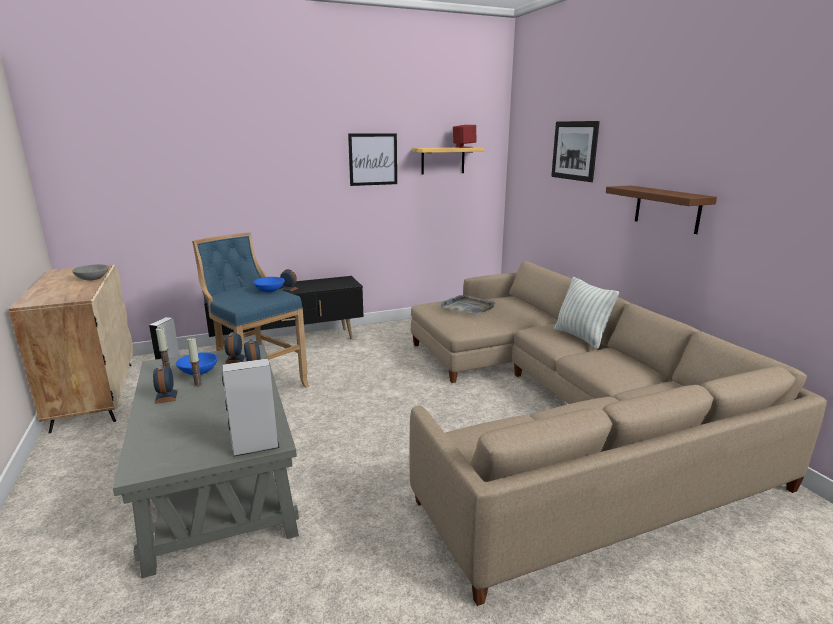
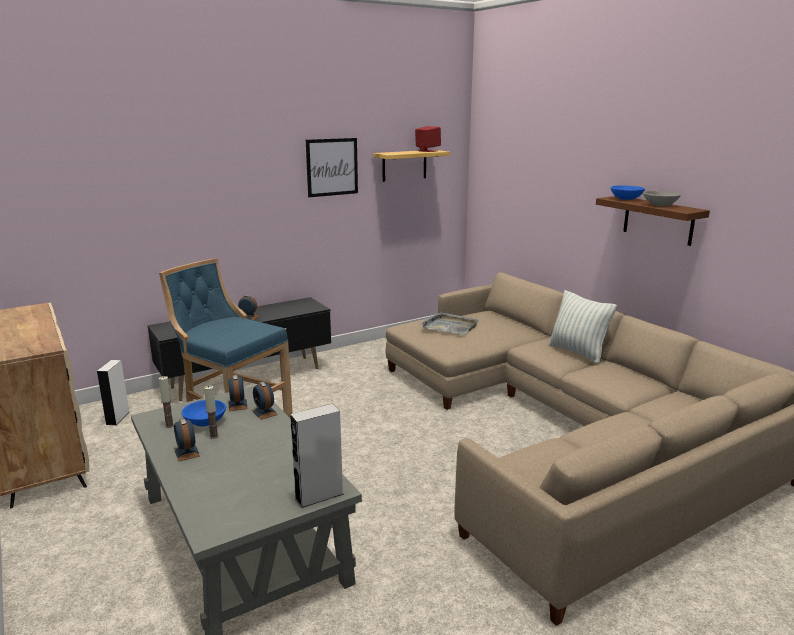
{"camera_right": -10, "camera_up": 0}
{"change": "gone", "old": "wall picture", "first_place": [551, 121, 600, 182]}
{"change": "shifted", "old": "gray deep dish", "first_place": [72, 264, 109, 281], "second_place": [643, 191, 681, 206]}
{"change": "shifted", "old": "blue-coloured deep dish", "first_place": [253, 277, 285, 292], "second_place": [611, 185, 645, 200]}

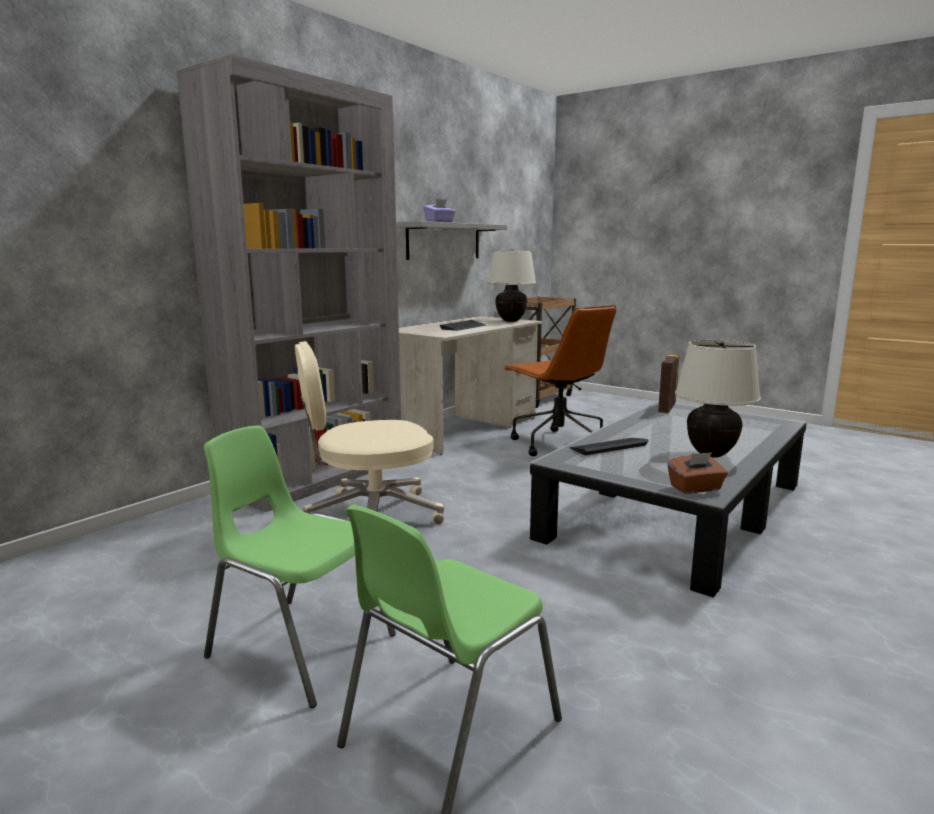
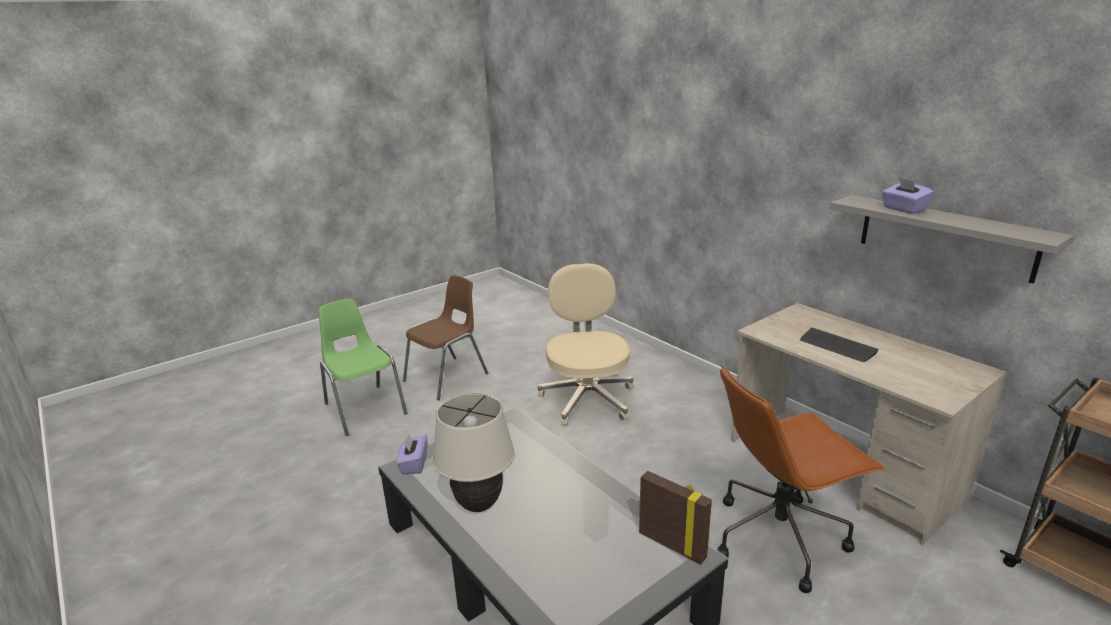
{"camera_right": 105, "camera_up": 10}
{"change": "gone", "old": "gray shelving unit", "first_place": [177, 54, 401, 512]}
{"change": "gone", "old": "beige-coloured lamp for a table", "first_place": [487, 249, 536, 322]}
{"change": "repainted", "old": "green-coloured upright chair", "new": "brown-coloured upright chair", "first_place": [204, 426, 396, 708], "second_place": [403, 275, 488, 400]}
{"change": "gone", "old": "computer keyboard", "first_place": [569, 438, 649, 455]}
{"change": "repainted", "old": "brown-coloured box of tissues", "new": "purple box of tissues", "first_place": [667, 452, 728, 494], "second_place": [396, 434, 427, 474]}

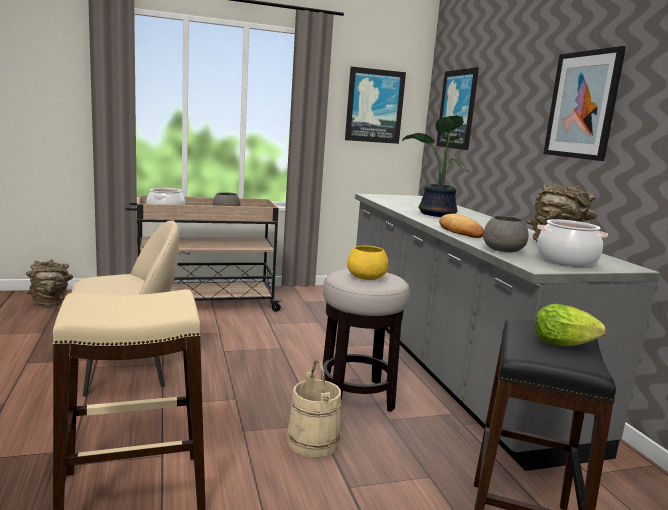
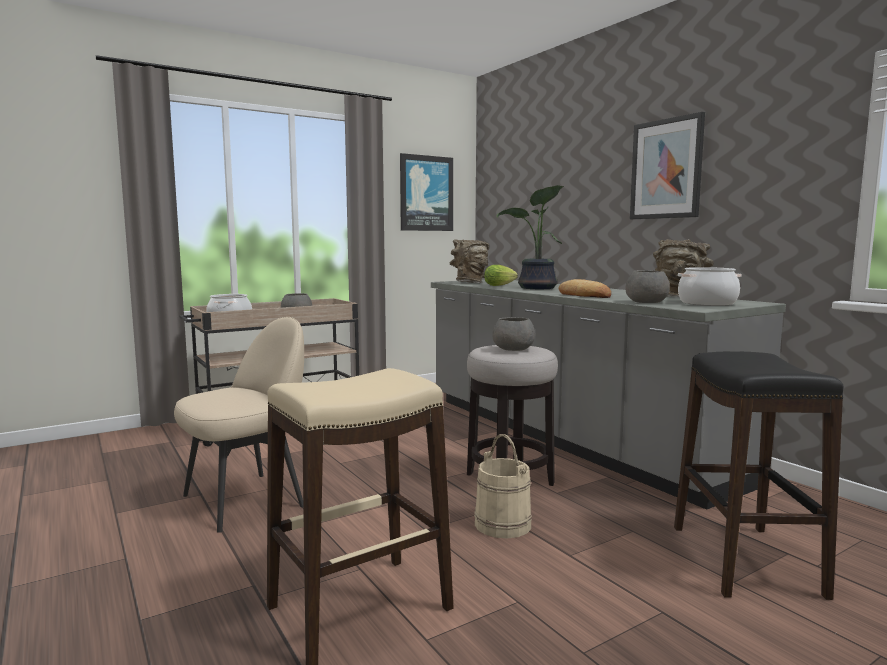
{"camera_right": -15, "camera_up": -5}
{"change": "gone", "old": "wall picture", "first_place": [436, 67, 479, 150]}
{"change": "repainted", "old": "yellow-coloured deep dish", "new": "gray deep dish", "first_place": [347, 246, 388, 280], "second_place": [492, 317, 535, 351]}
{"change": "shifted", "old": "brown-coloured flower vase", "first_place": [25, 259, 73, 306], "second_place": [450, 239, 489, 283]}
{"change": "shifted", "old": "lettuce head", "first_place": [535, 304, 606, 347], "second_place": [484, 265, 518, 286]}

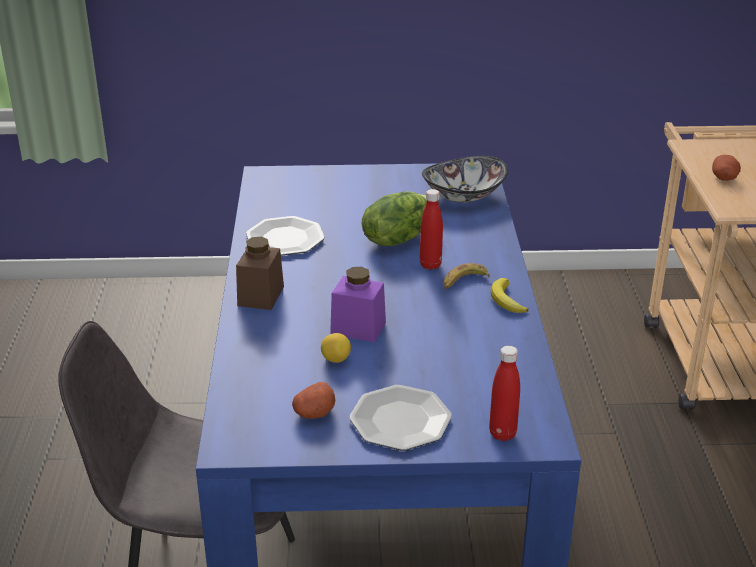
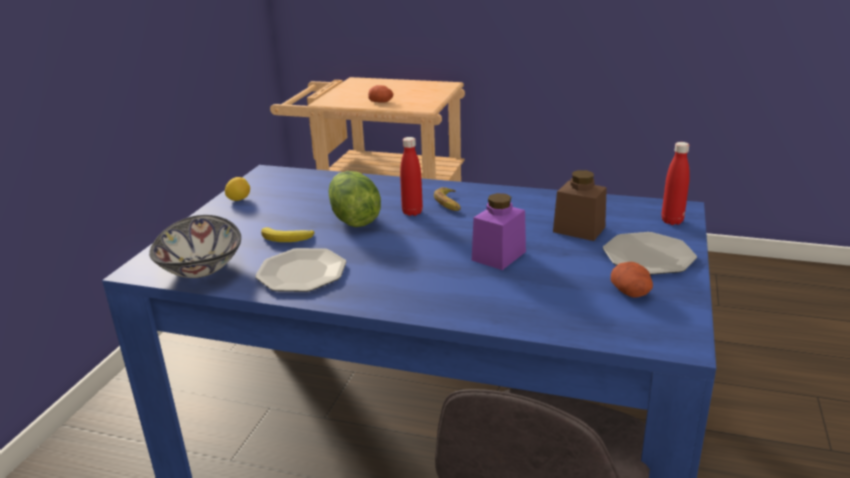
{"camera_right": -70, "camera_up": -5}
{"change": "shifted", "old": "deep dish", "first_place": [422, 156, 508, 203], "second_place": [149, 215, 241, 278]}
{"change": "shifted", "old": "brown-coloured jar", "first_place": [236, 237, 284, 310], "second_place": [553, 170, 607, 241]}
{"change": "shifted", "old": "whole banana", "first_place": [491, 278, 529, 313], "second_place": [261, 227, 314, 242]}
{"change": "shifted", "old": "lemon", "first_place": [321, 333, 351, 363], "second_place": [225, 177, 250, 201]}

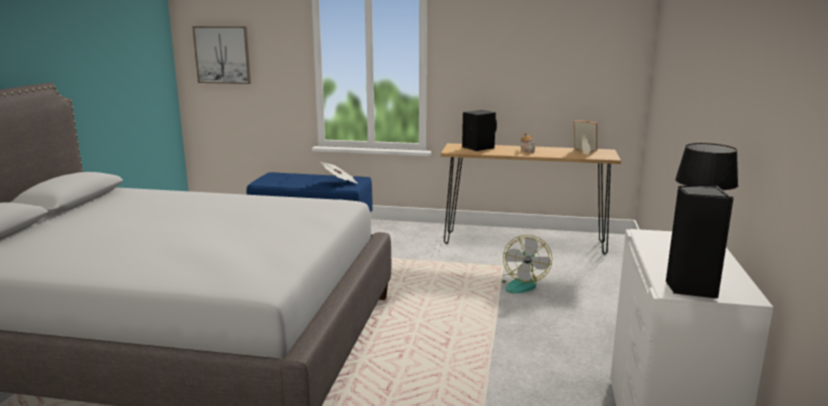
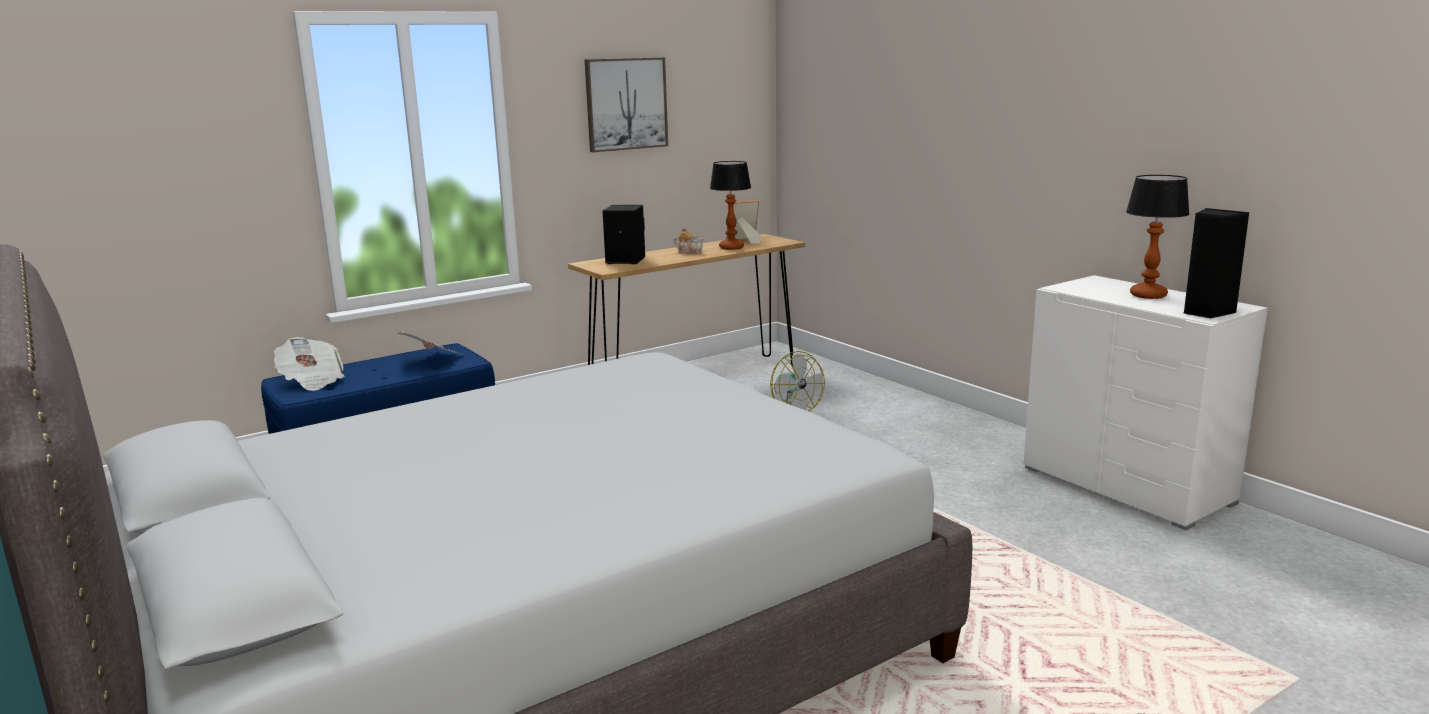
{"camera_right": -45, "camera_up": 0}
{"change": "shifted", "old": "wall picture", "first_place": [192, 26, 251, 84], "second_place": [585, 58, 668, 152]}
{"change": "new", "new": "lamp for a table", "second_place": [710, 161, 751, 250]}
{"change": "new", "new": "printed paper", "second_place": [274, 337, 345, 391]}

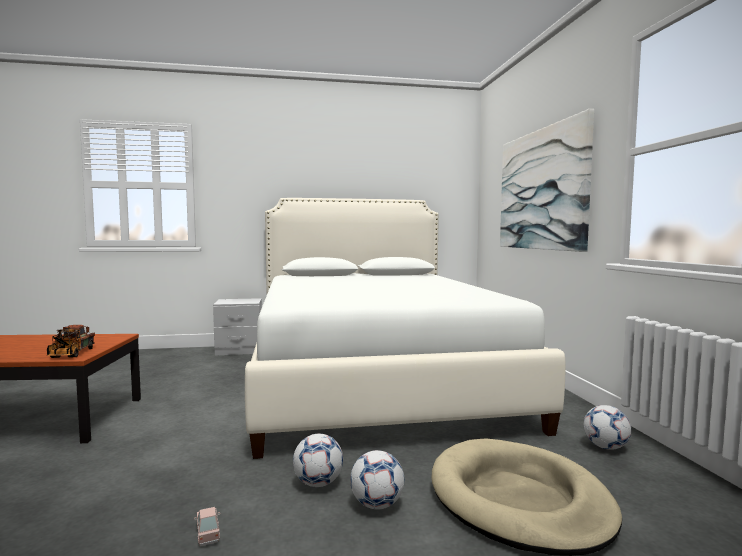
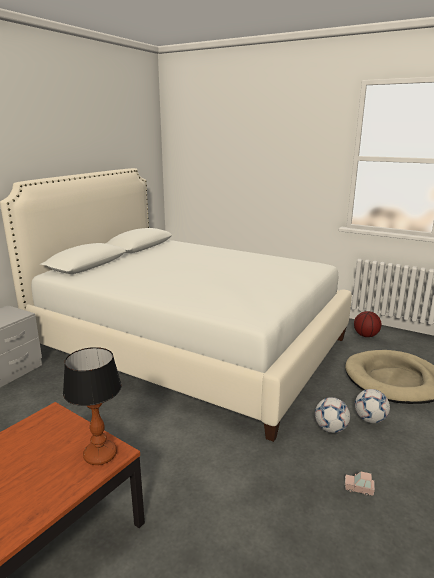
{"camera_right": -50, "camera_up": 15}
{"change": "gone", "old": "wall picture", "first_place": [500, 109, 594, 252]}
{"change": "swapped", "old": "toy lorry", "new": "lamp for a table", "first_place": [47, 325, 95, 358], "second_place": [63, 347, 122, 465]}
{"change": "swapped", "old": "football ball", "new": "basketball ball", "first_place": [584, 405, 631, 450], "second_place": [354, 311, 381, 337]}

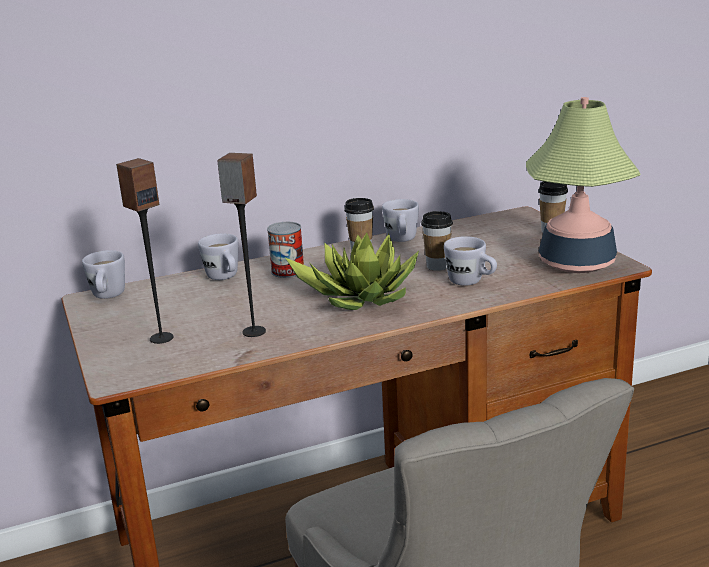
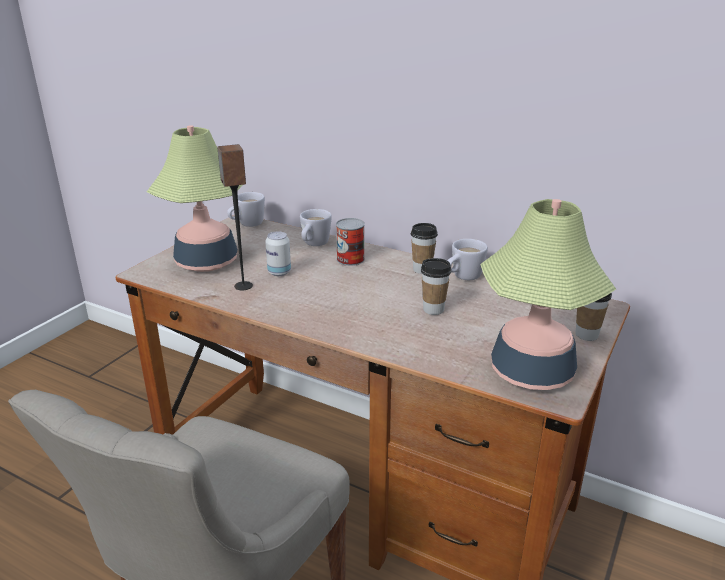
{"camera_right": 50, "camera_up": 5}
{"change": "swapped", "old": "audio speaker", "new": "lamp for a table", "first_place": [116, 158, 173, 344], "second_place": [147, 125, 242, 272]}
{"change": "gone", "old": "potted plant", "first_place": [285, 232, 419, 310]}
{"change": "gone", "old": "whitish mug", "first_place": [444, 236, 497, 286]}
{"change": "new", "new": "can", "second_place": [265, 231, 291, 276]}

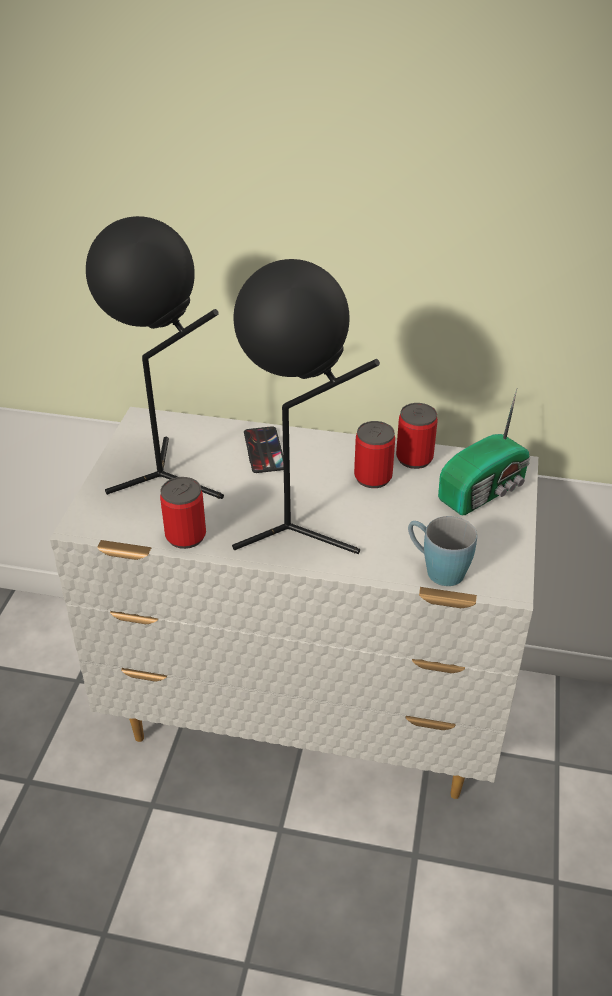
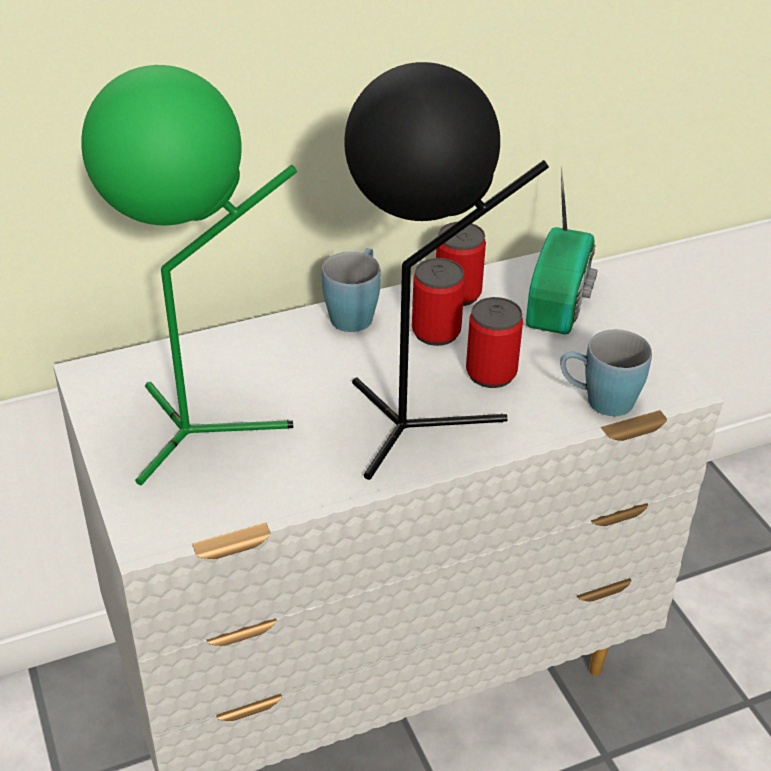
{"camera_right": -35, "camera_up": 0}
{"change": "repainted", "old": "blackish lamp for a table", "new": "green-coloured lamp for a table", "first_place": [86, 216, 224, 499], "second_place": [81, 65, 297, 485]}
{"change": "gone", "old": "telephone", "first_place": [244, 426, 284, 473]}
{"change": "shifted", "old": "can", "first_place": [160, 477, 206, 549], "second_place": [466, 297, 523, 388]}
{"change": "new", "new": "blue-coloured mug", "second_place": [322, 248, 381, 332]}

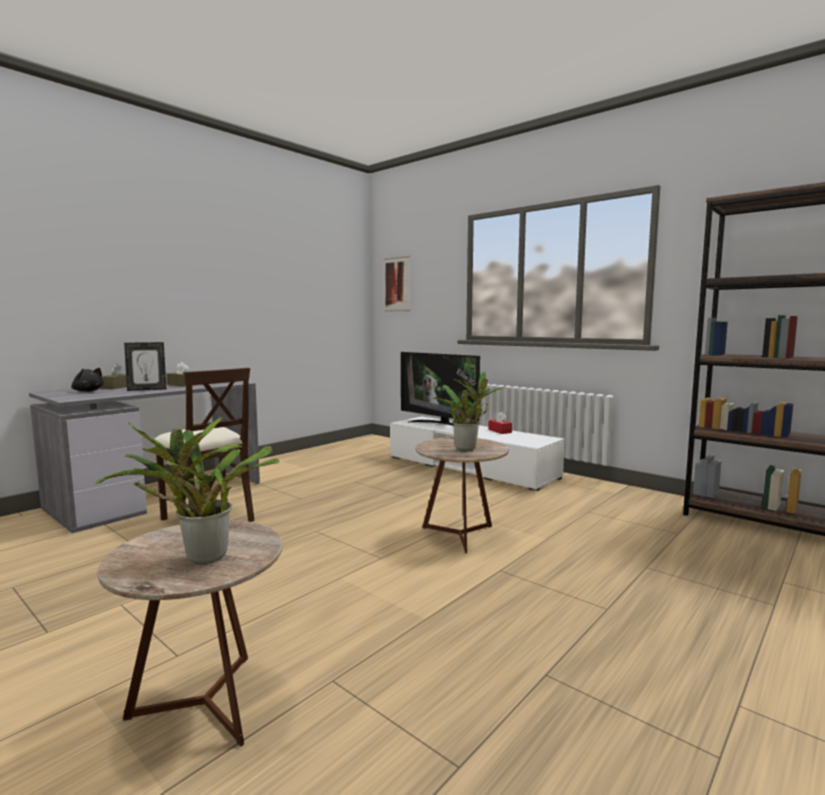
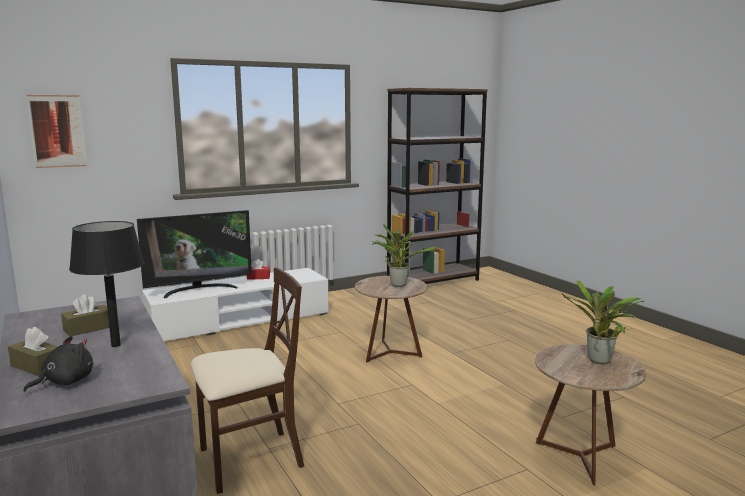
{"camera_right": -70, "camera_up": 5}
{"change": "swapped", "old": "photo frame", "new": "blackish lamp for a table", "first_place": [124, 342, 166, 391], "second_place": [69, 221, 145, 347]}

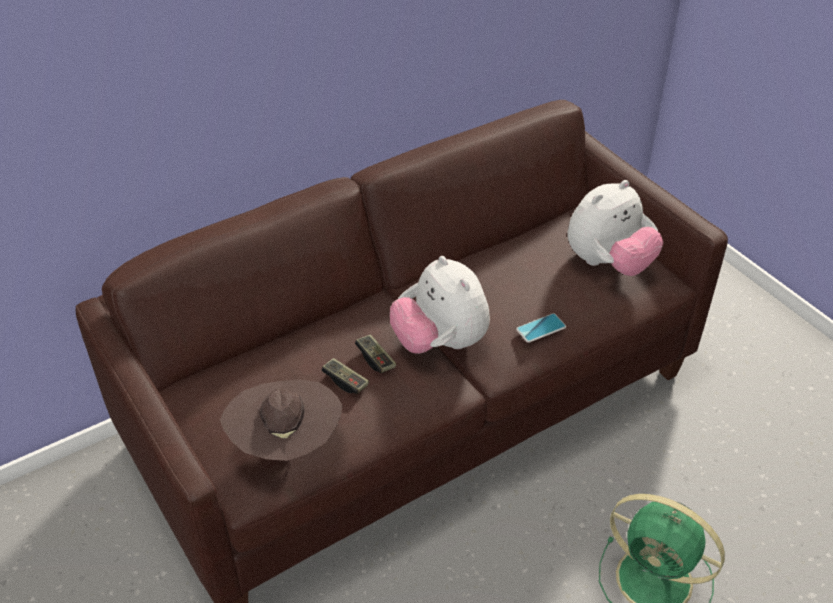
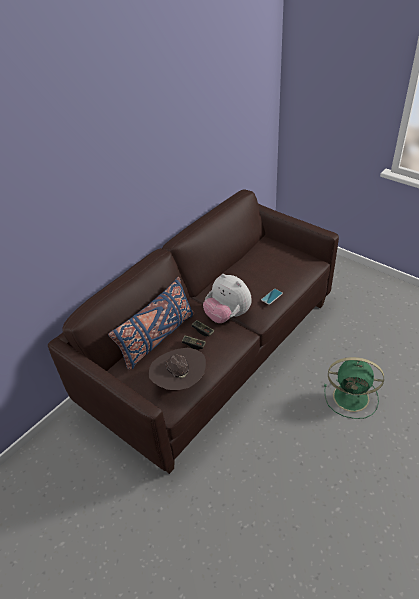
{"camera_right": -15, "camera_up": 0}
{"change": "gone", "old": "cuddly toy", "first_place": [567, 180, 664, 276]}
{"change": "new", "new": "blue-coloured throw pillow", "second_place": [108, 277, 194, 370]}

